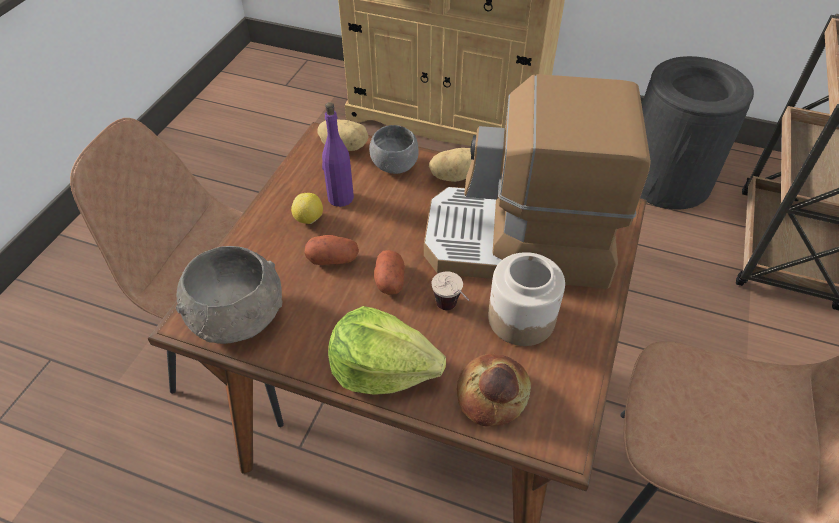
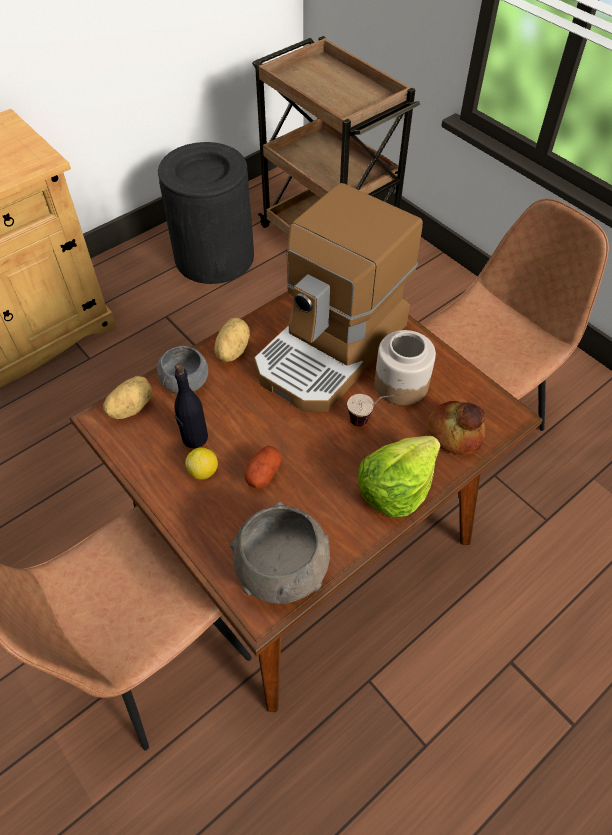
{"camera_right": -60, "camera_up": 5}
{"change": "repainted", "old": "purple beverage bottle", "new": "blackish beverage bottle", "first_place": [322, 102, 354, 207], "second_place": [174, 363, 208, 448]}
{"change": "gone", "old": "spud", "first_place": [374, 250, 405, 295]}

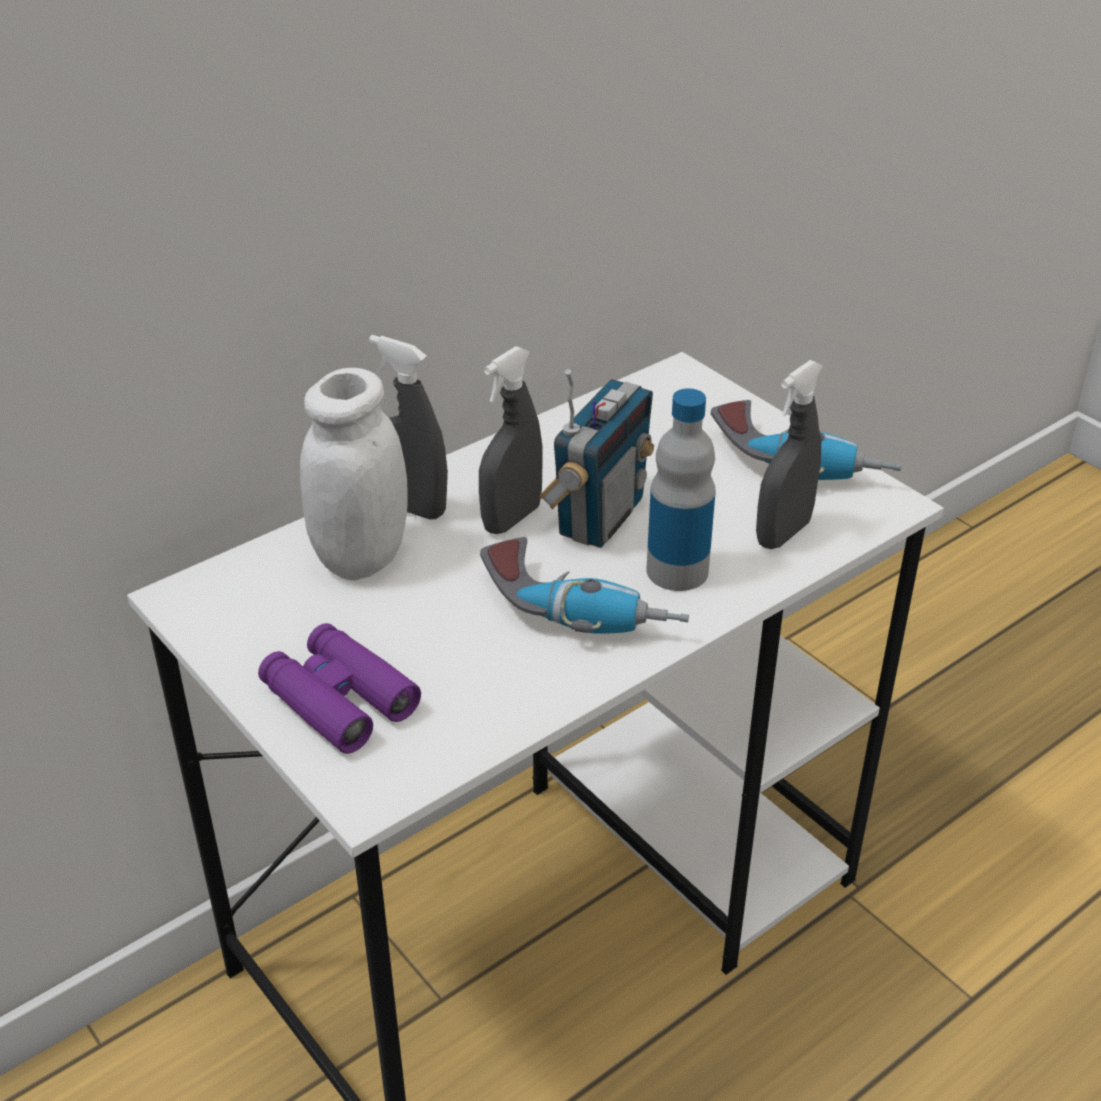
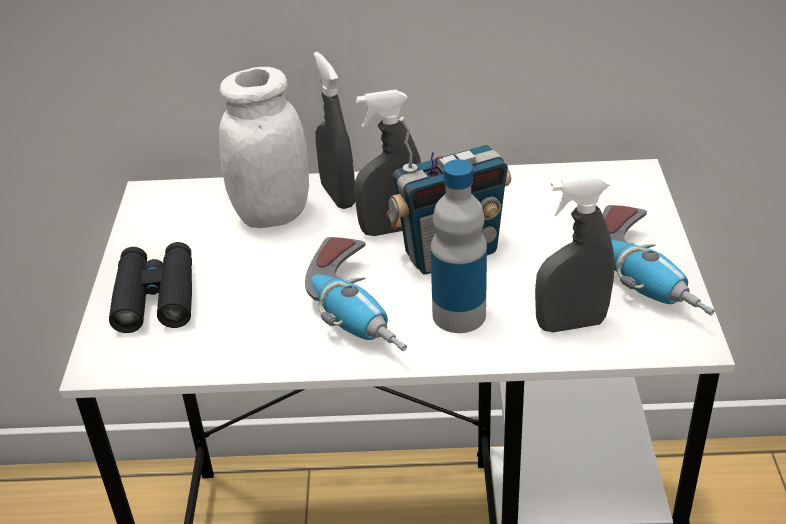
{"camera_right": 40, "camera_up": 0}
{"change": "repainted", "old": "purple pair of binoculars", "new": "blackish pair of binoculars", "first_place": [258, 623, 421, 754], "second_place": [109, 242, 192, 333]}

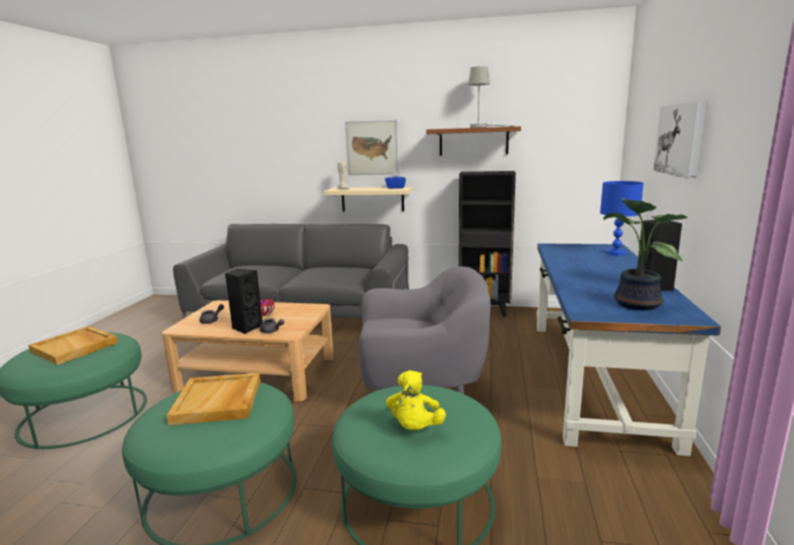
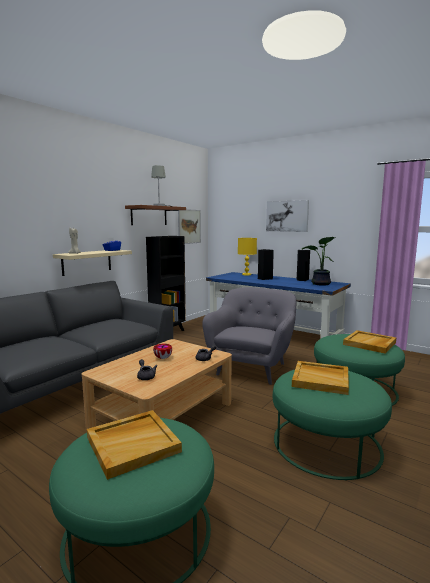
{"camera_right": -65, "camera_up": -5}
{"change": "shifted", "old": "wall picture", "first_place": [345, 120, 399, 175], "second_place": [178, 209, 201, 244]}
{"change": "repainted", "old": "blue-coloured lamp for a table", "new": "yellow-coloured lamp for a table", "first_place": [600, 181, 643, 256], "second_place": [238, 238, 257, 275]}
{"change": "shifted", "old": "blackish audio speaker", "first_place": [225, 269, 262, 334], "second_place": [258, 249, 274, 280]}
{"change": "swapped", "old": "yellow-coloured cuddly toy", "new": "beige-coloured tray", "first_place": [386, 370, 446, 430], "second_place": [343, 330, 396, 354]}

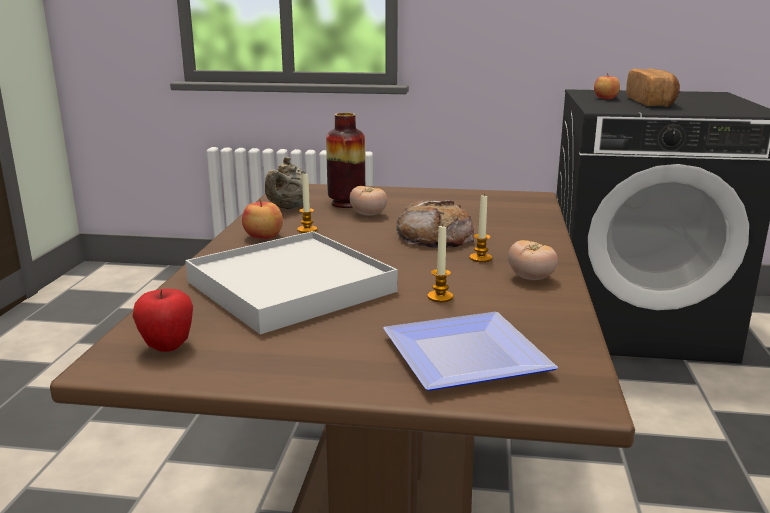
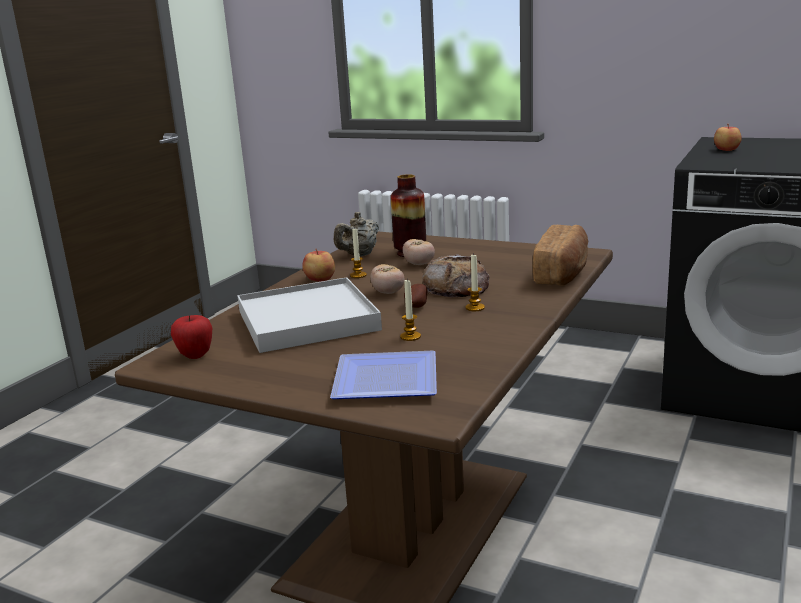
{"camera_right": 20, "camera_up": 0}
{"change": "shifted", "old": "baked bread", "first_place": [626, 69, 680, 107], "second_place": [533, 225, 588, 286]}
{"change": "shifted", "old": "whole tomato", "first_place": [508, 240, 558, 280], "second_place": [370, 264, 404, 294]}
{"change": "new", "new": "spud", "second_place": [404, 284, 427, 308]}

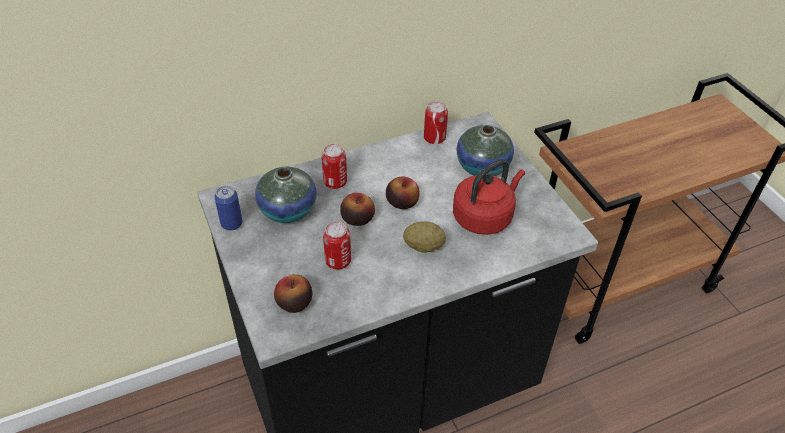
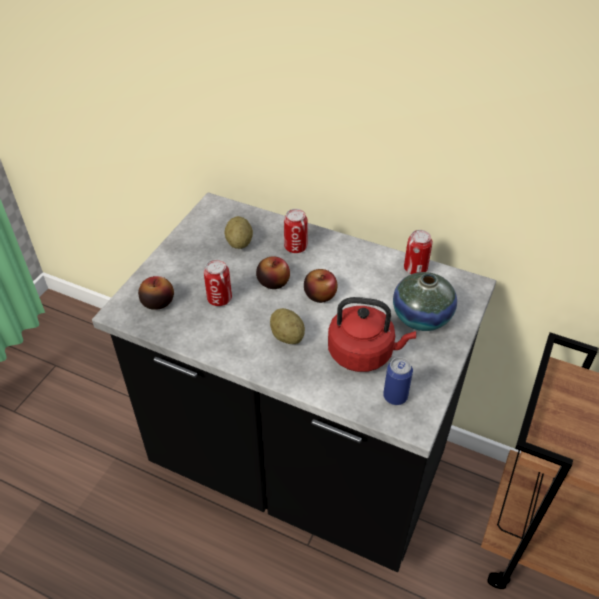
{"camera_right": 50, "camera_up": 0}
{"change": "swapped", "old": "flower vase", "new": "spud", "first_place": [255, 167, 317, 223], "second_place": [225, 216, 253, 249]}
{"change": "shifted", "old": "can", "first_place": [214, 185, 243, 231], "second_place": [383, 357, 413, 405]}

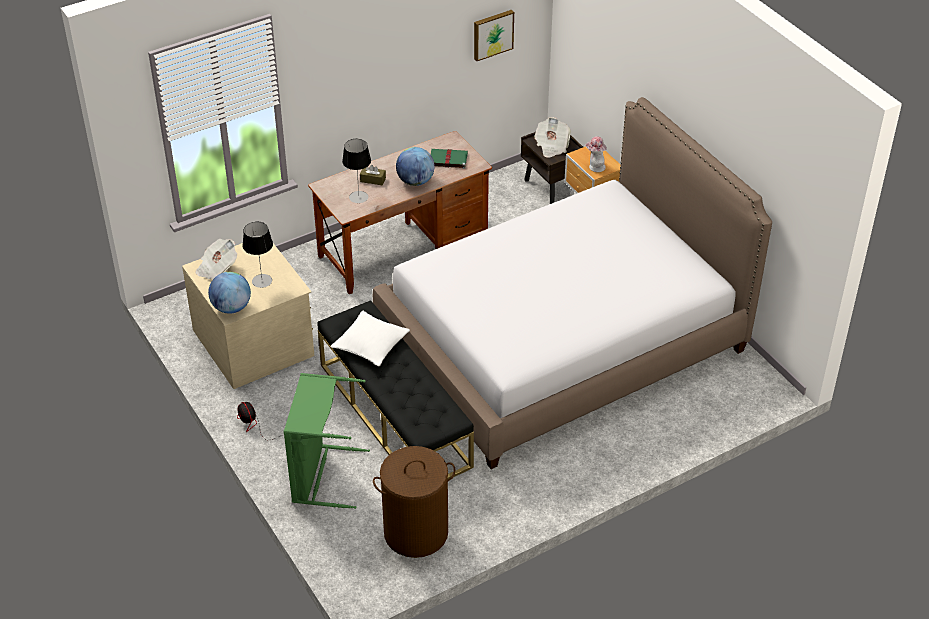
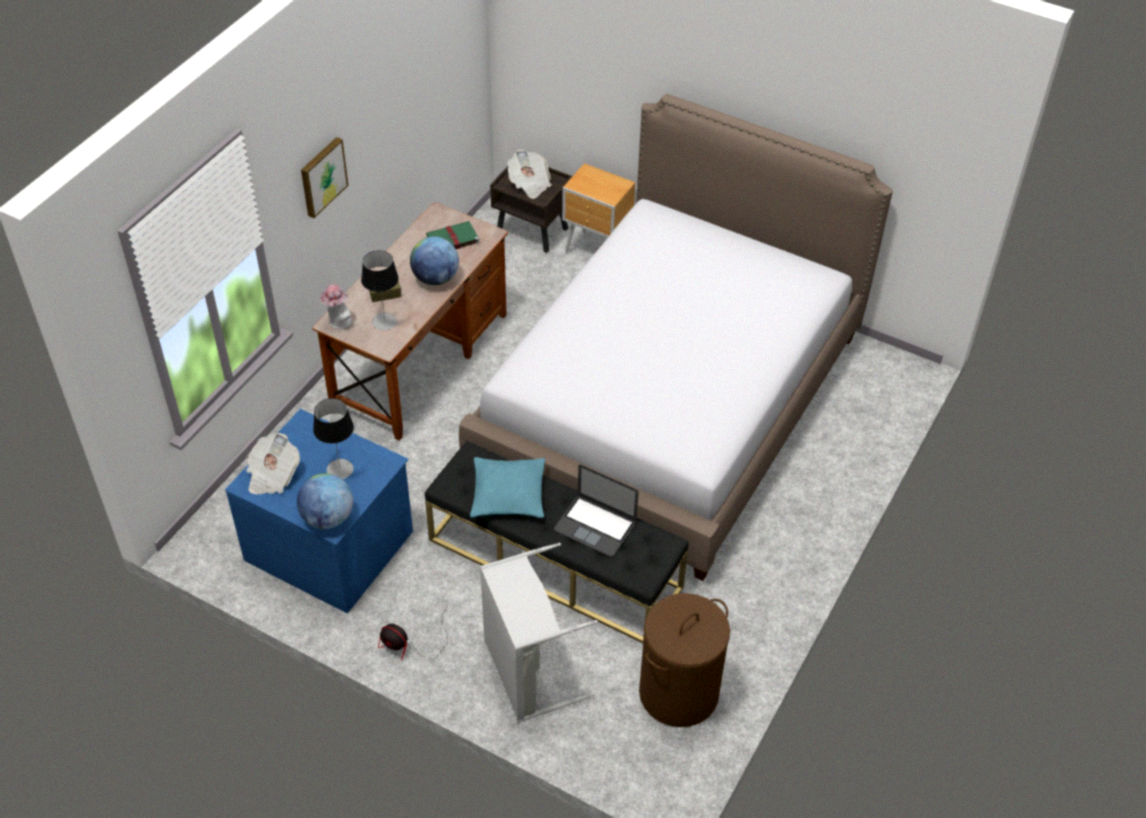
{"camera_right": -30, "camera_up": 5}
{"change": "shifted", "old": "wall picture", "first_place": [474, 10, 514, 61], "second_place": [301, 137, 348, 218]}
{"change": "shifted", "old": "wearable hat", "first_place": [585, 136, 607, 172], "second_place": [319, 284, 352, 329]}
{"change": "repainted", "old": "beige-coloured drawer chest", "new": "blue-coloured drawer chest", "first_place": [182, 243, 315, 389], "second_place": [225, 409, 413, 613]}
{"change": "repainted", "old": "whitish throw pillow", "new": "turquoise-coloured throw pillow", "first_place": [331, 311, 410, 367], "second_place": [470, 457, 546, 518]}
{"change": "repainted", "old": "green-coloured hamper", "new": "gray hamper", "first_place": [284, 373, 370, 509], "second_place": [480, 543, 598, 722]}
{"change": "new", "new": "notebook computer", "second_place": [554, 465, 639, 557]}

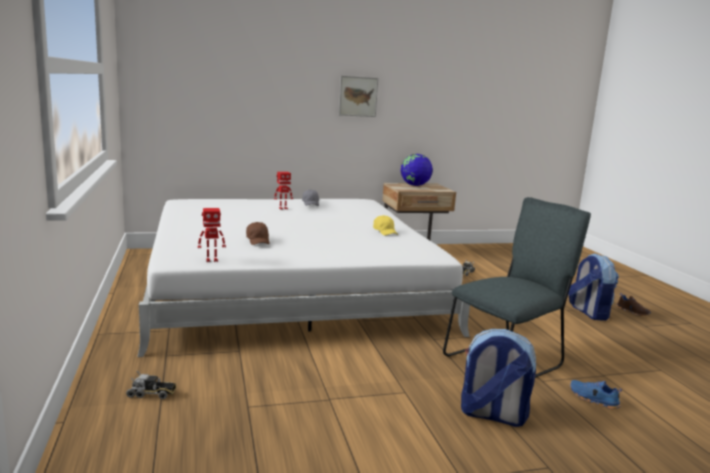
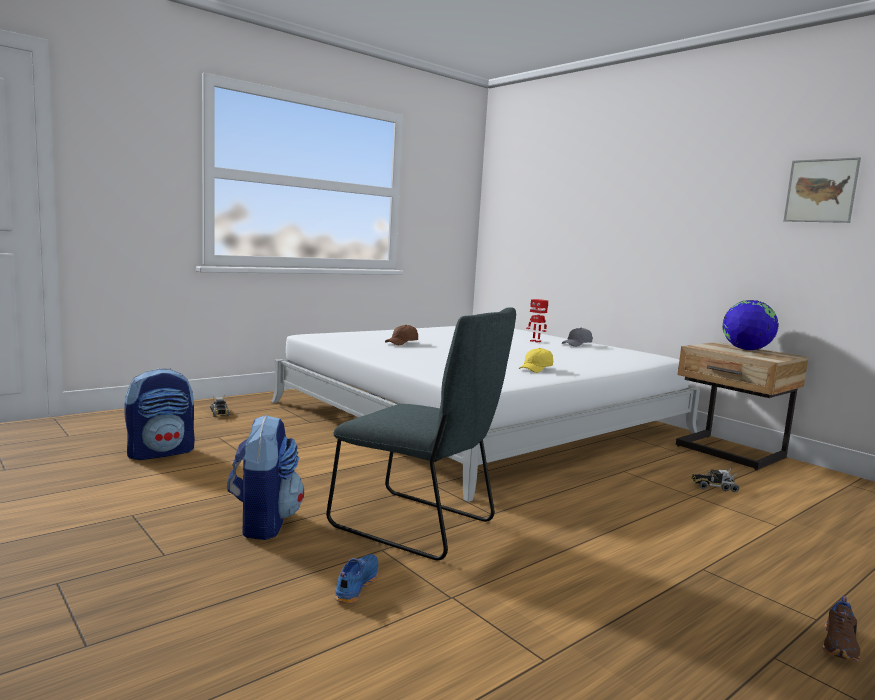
{"camera_right": 65, "camera_up": -5}
{"change": "shifted", "old": "wall picture", "first_place": [339, 76, 378, 117], "second_place": [783, 157, 861, 223]}
{"change": "gone", "old": "toy robot", "first_place": [198, 208, 226, 262]}
{"change": "shifted", "old": "knapsack", "first_place": [568, 253, 619, 321], "second_place": [124, 368, 195, 460]}

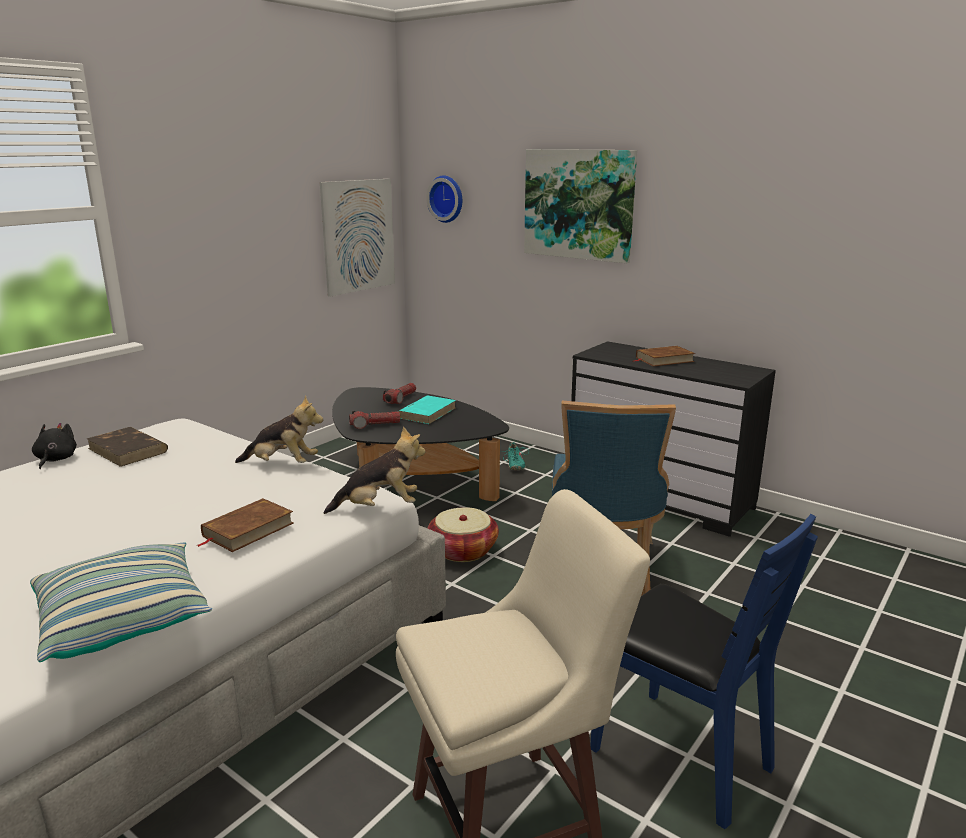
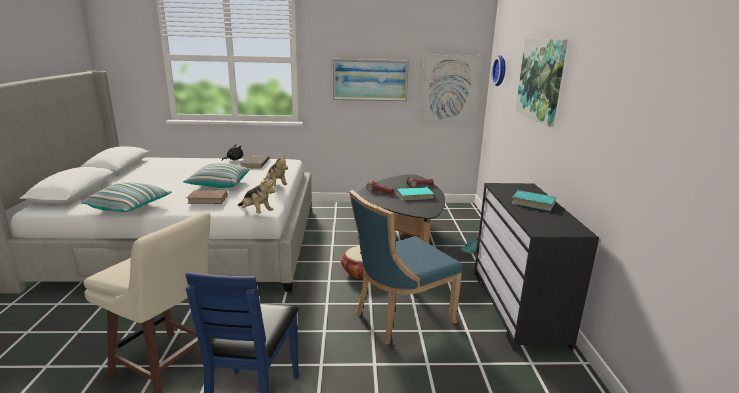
{"camera_right": 50, "camera_up": 0}
{"change": "repainted", "old": "brown-coloured volume", "new": "turquoise-coloured volume", "first_place": [634, 346, 695, 366], "second_place": [511, 190, 556, 211]}
{"change": "new", "new": "wall picture", "second_place": [333, 59, 409, 101]}
{"change": "new", "new": "throw pillow", "second_place": [183, 163, 250, 188]}

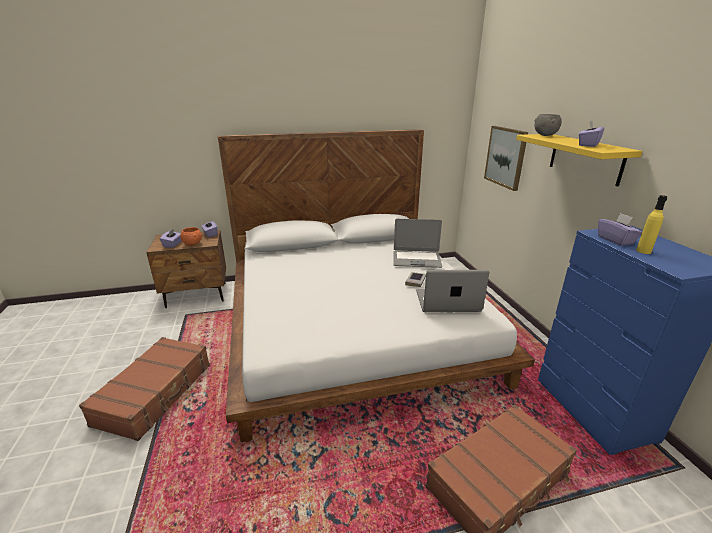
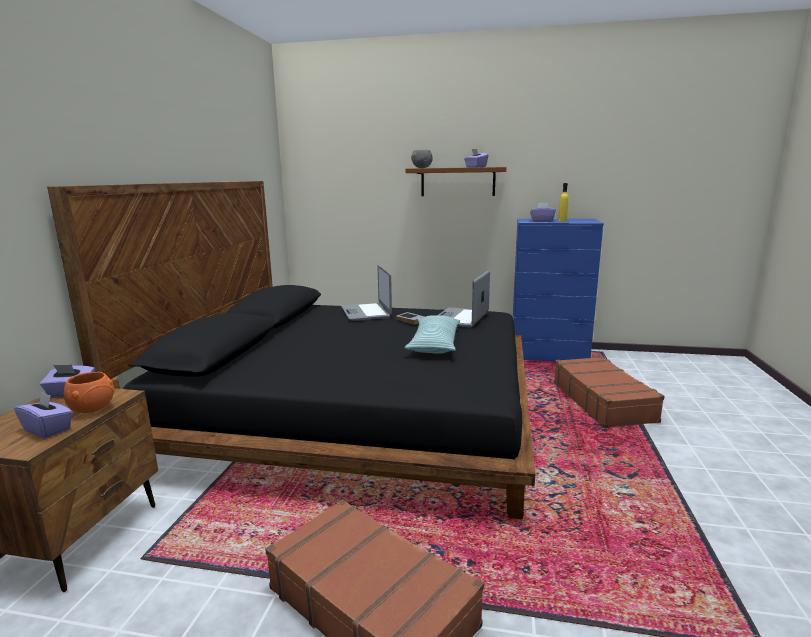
{"camera_right": -65, "camera_up": -10}
{"change": "gone", "old": "wall picture", "first_place": [484, 126, 528, 191]}
{"change": "repainted", "old": "whitish sleeping bed", "new": "blackish sleeping bed", "first_place": [218, 129, 535, 442], "second_place": [47, 181, 535, 520]}
{"change": "repainted", "old": "yellow-coloured bracket shelf", "new": "brown-coloured bracket shelf", "first_place": [516, 134, 642, 187], "second_place": [406, 167, 506, 196]}
{"change": "rotated", "old": "notebook computer", "first_place": [394, 219, 442, 268], "second_place": [341, 265, 392, 321], "degrees": 135}
{"change": "new", "new": "throw pillow", "second_place": [405, 315, 460, 354]}

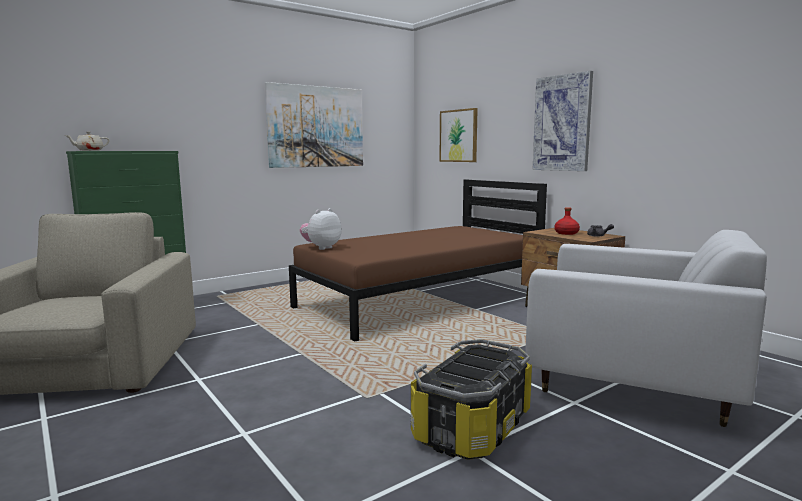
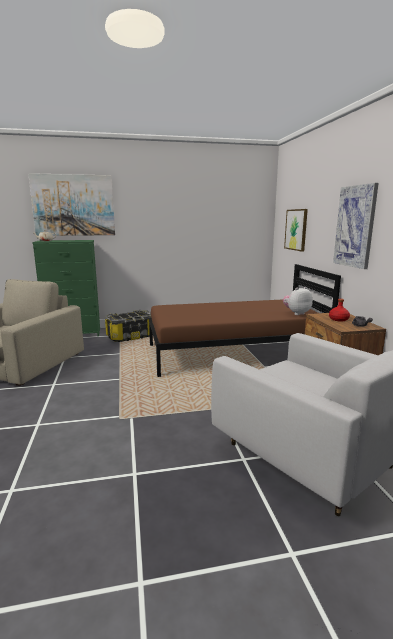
{"camera_right": 25, "camera_up": 5}
{"change": "shifted", "old": "wall picture", "first_place": [265, 82, 363, 168], "second_place": [28, 173, 115, 236]}
{"change": "shifted", "old": "cuddly toy", "first_place": [300, 208, 342, 250], "second_place": [283, 287, 313, 315]}
{"change": "shifted", "old": "storage container", "first_place": [410, 339, 532, 460], "second_place": [105, 310, 151, 342]}

